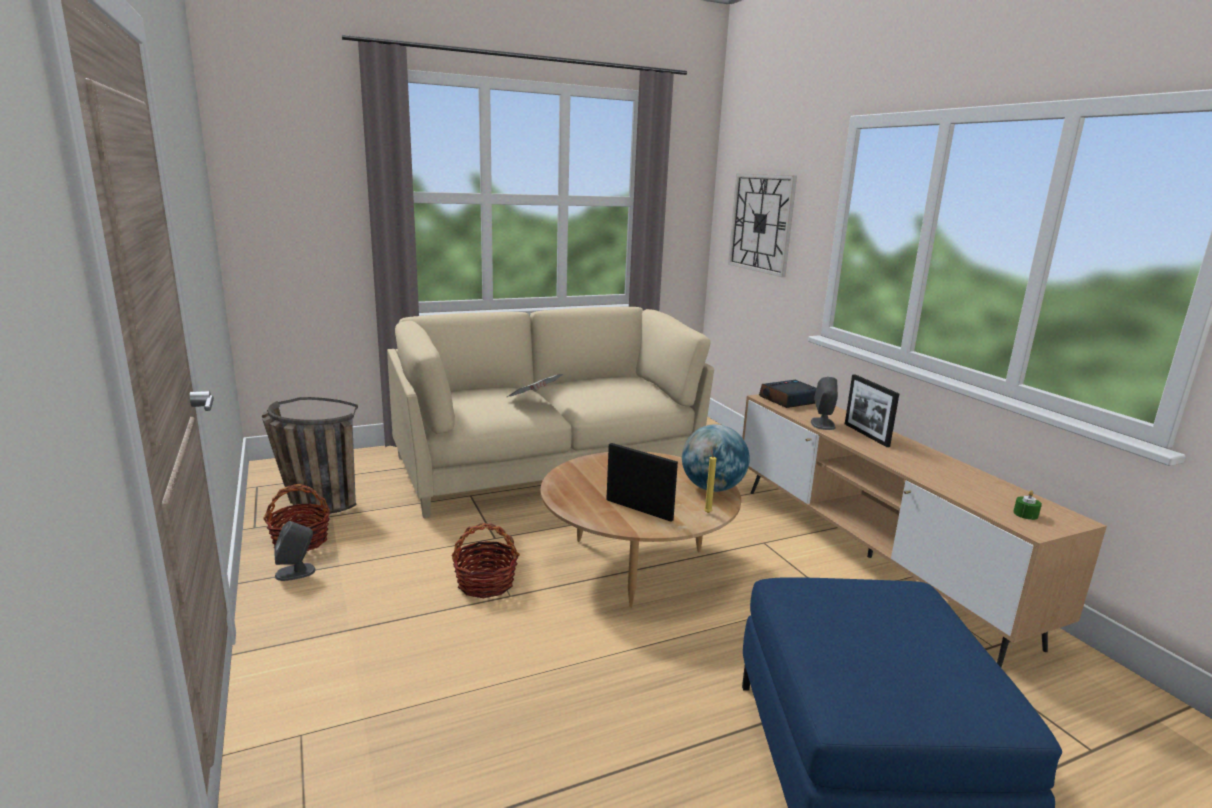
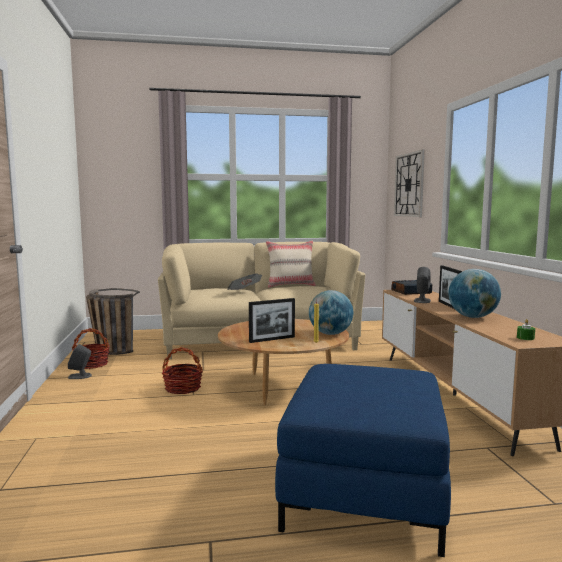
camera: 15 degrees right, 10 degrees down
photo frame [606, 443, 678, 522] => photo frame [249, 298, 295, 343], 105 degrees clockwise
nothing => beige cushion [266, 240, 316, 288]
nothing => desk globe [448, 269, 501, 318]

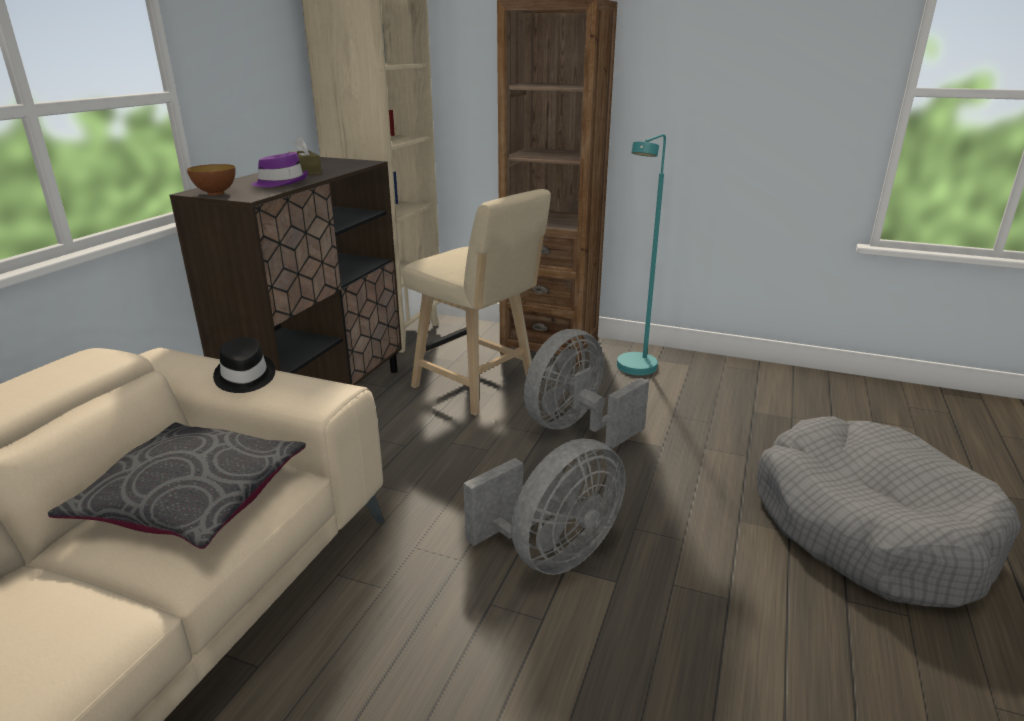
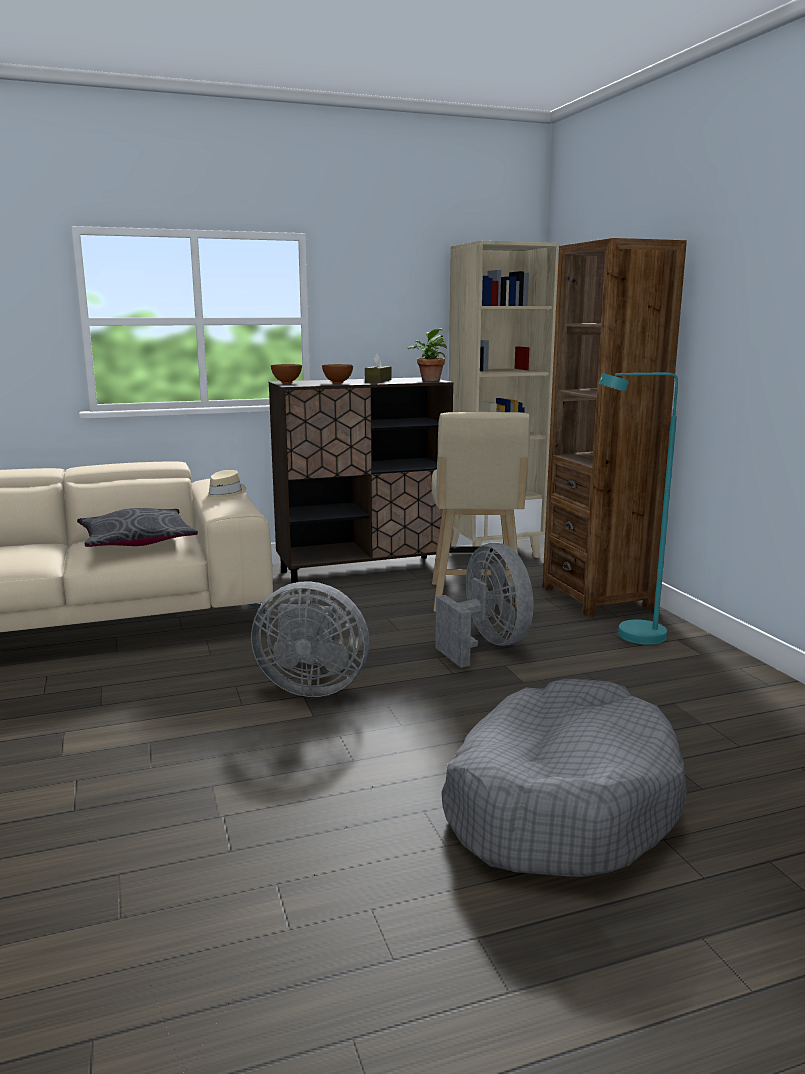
camera: 50 degrees right, 10 degrees down
blackish wearable hat [213, 337, 275, 393] => beige wearable hat [203, 470, 246, 500]
purplish wearable hat [251, 152, 308, 187] => serving bowl [322, 364, 353, 384]
greyish fan [524, 329, 649, 448] => greyish fan [435, 543, 533, 668], 60 degrees clockwise
nothing => houseplant [408, 328, 447, 381]

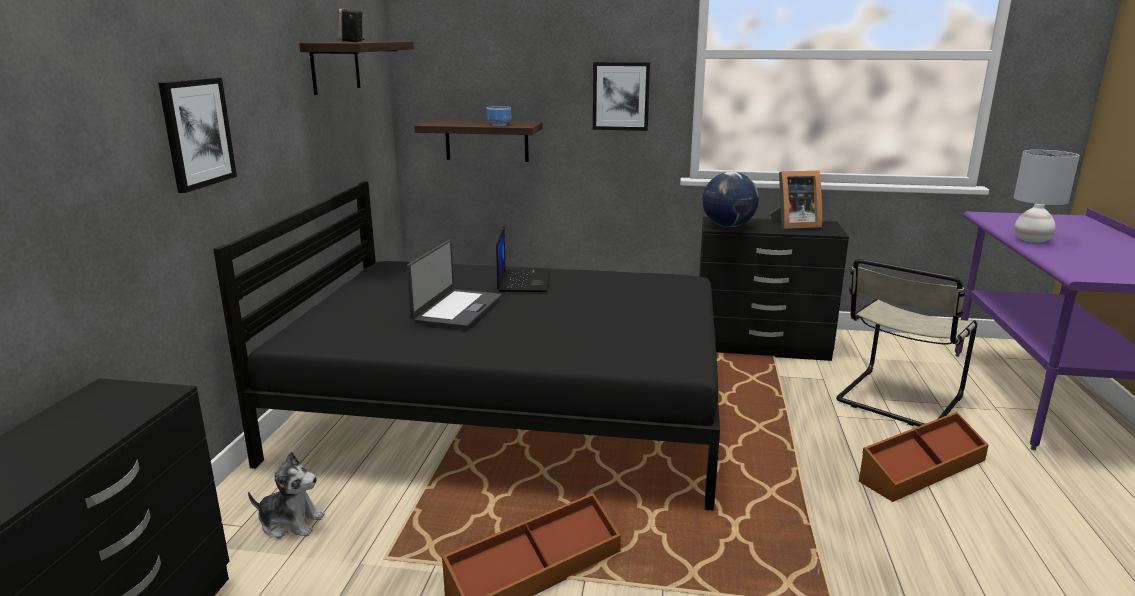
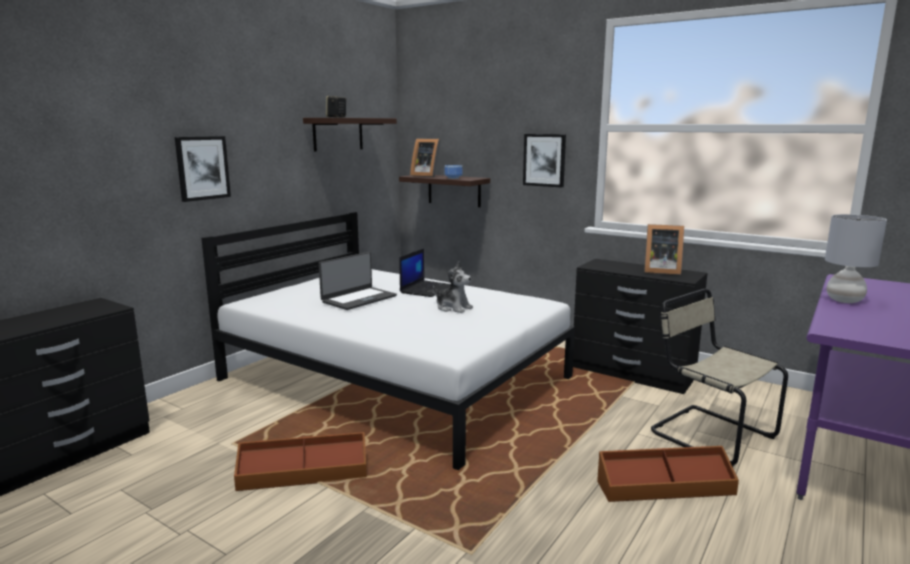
camera: 25 degrees right, 5 degrees down
blackish bedroom bed [213, 181, 720, 510] => whitish bedroom bed [201, 212, 575, 470]
soft toy [248, 452, 325, 539] => soft toy [433, 262, 473, 313], move
desk globe [703, 172, 759, 227] => nothing
beige upright chair [836, 259, 977, 426] => beige upright chair [651, 289, 788, 467], 75 degrees clockwise
nothing => photo frame [410, 139, 441, 177]

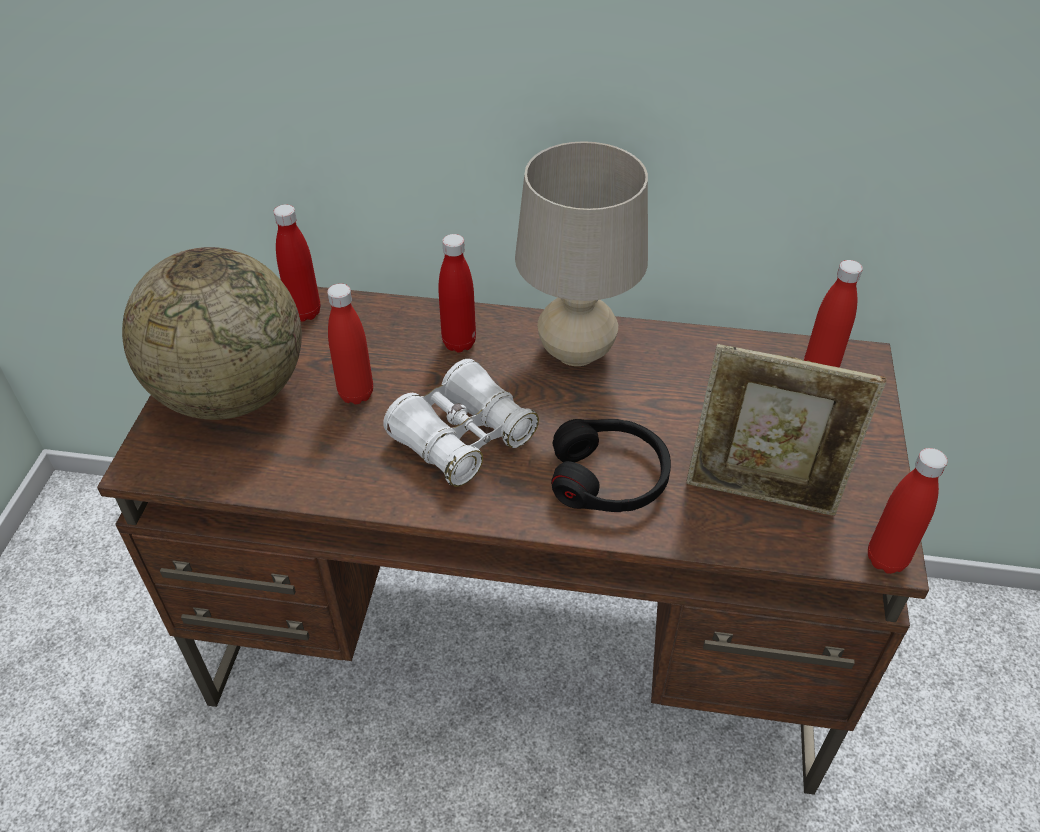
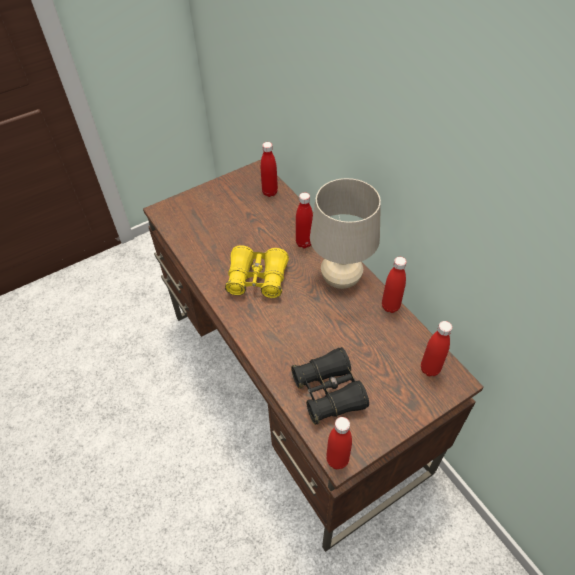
camera: 50 degrees right, 5 degrees up
desk globe [122, 247, 302, 420] => nothing
red beverage bottle [327, 284, 373, 404] => red beverage bottle [382, 257, 407, 313], move
whitish field glasses [383, 359, 539, 487] => yellow field glasses [225, 245, 289, 298]
blackish headset [551, 419, 671, 512] => nothing
photo frame [686, 344, 886, 516] => blackish field glasses [291, 347, 369, 424]

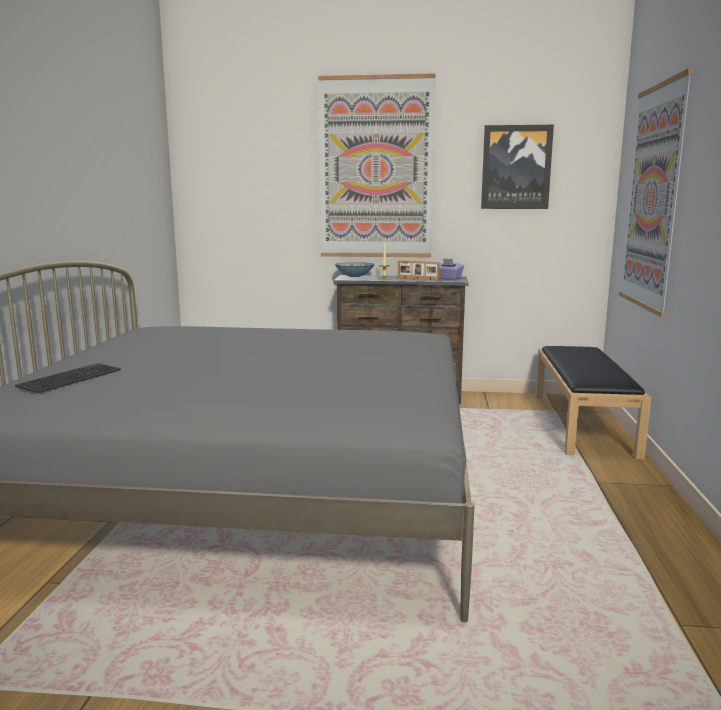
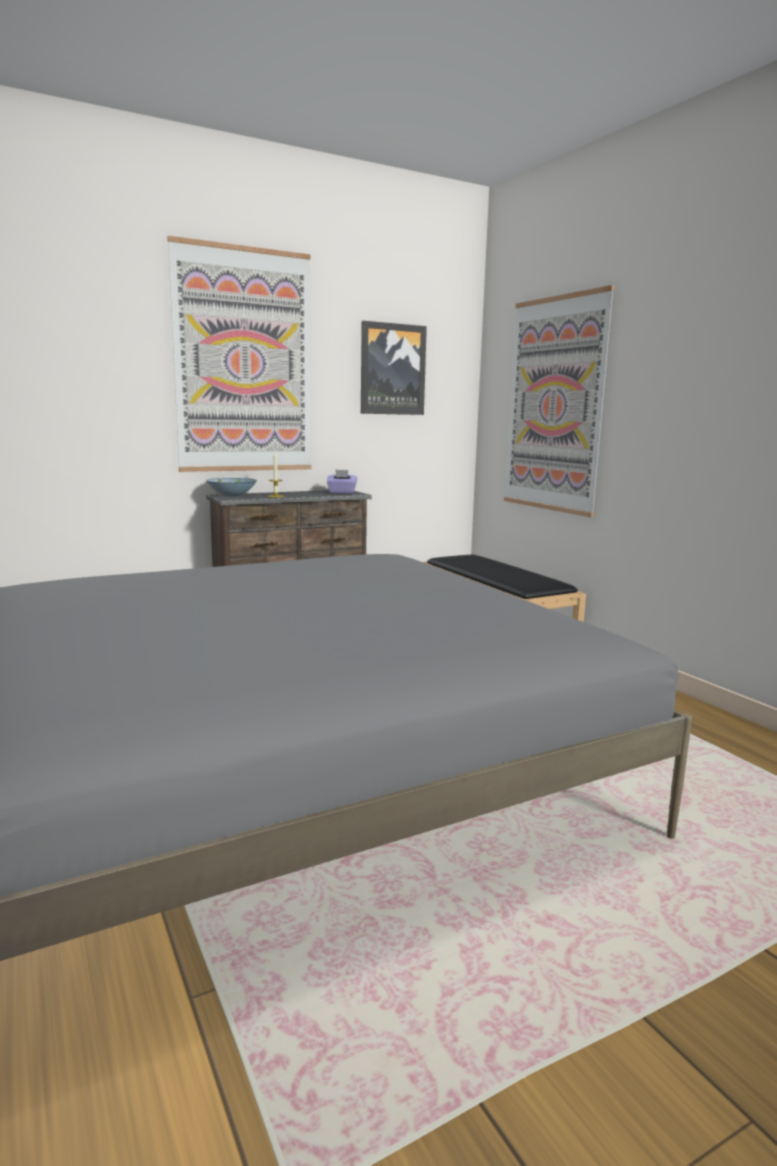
camera: 35 degrees left, 0 degrees up
PC keyboard [15, 363, 121, 393] => nothing
photo frame [398, 260, 440, 280] => nothing

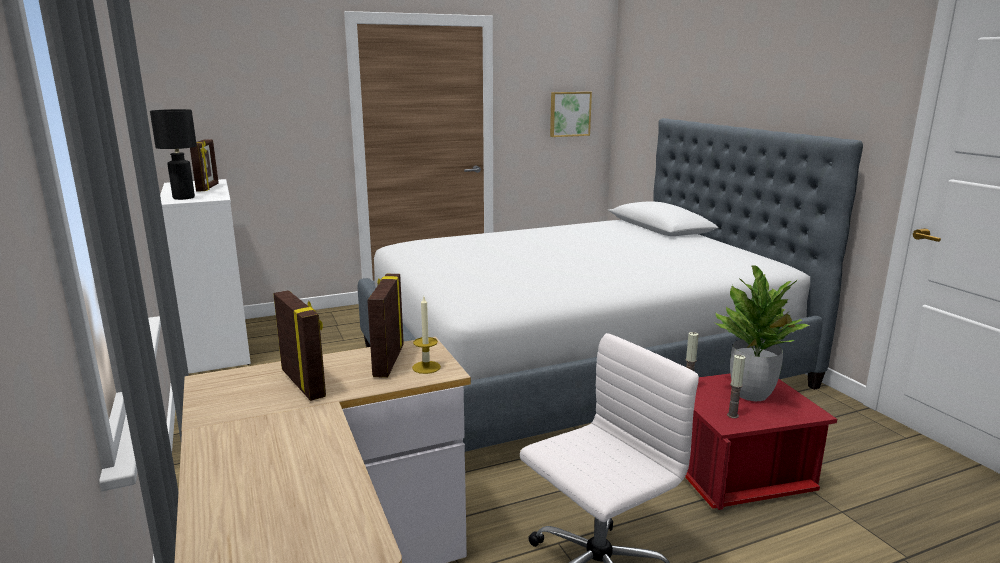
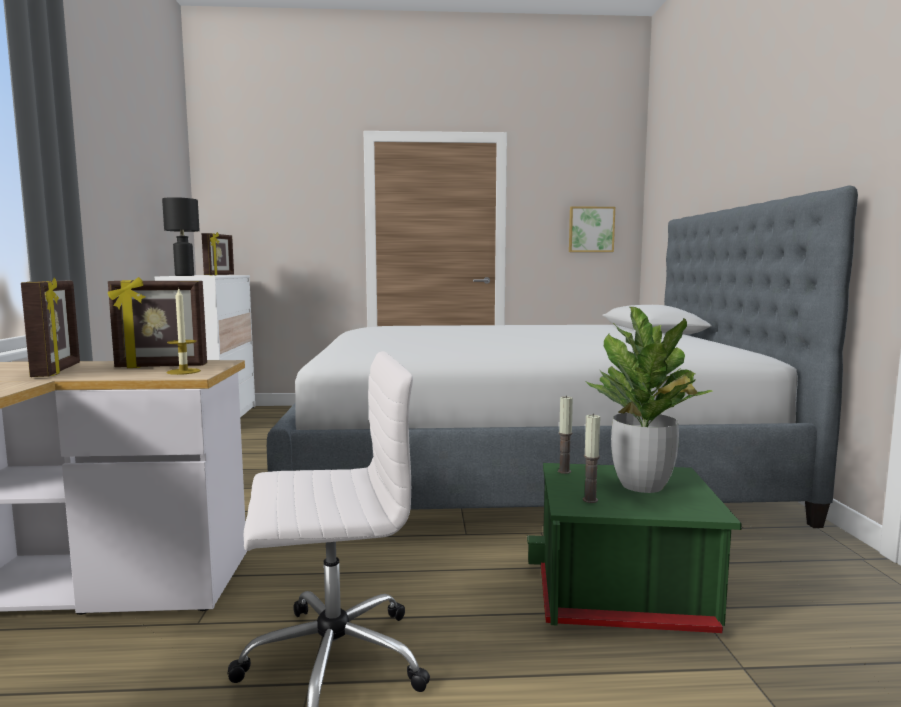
camera: 20 degrees right, 10 degrees down
photo frame [368, 274, 404, 378] => photo frame [108, 277, 207, 368], 120 degrees counterclockwise
red storage box [685, 374, 837, 510] => green-coloured storage box [527, 463, 742, 633]

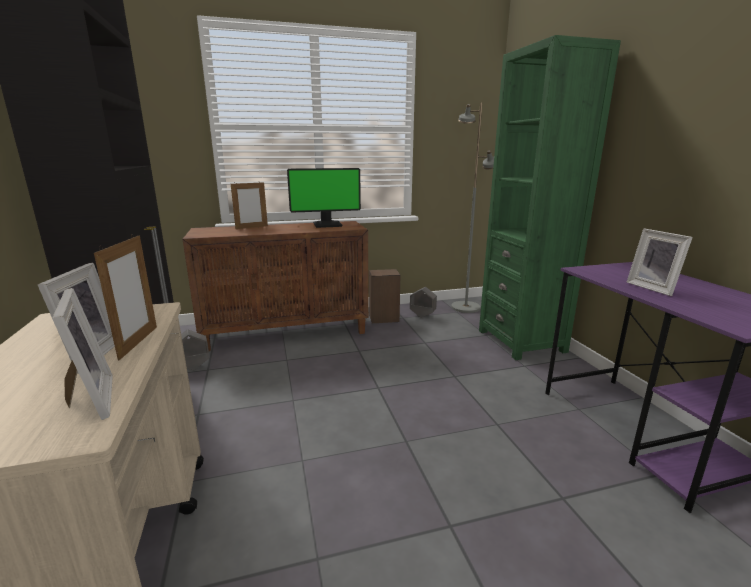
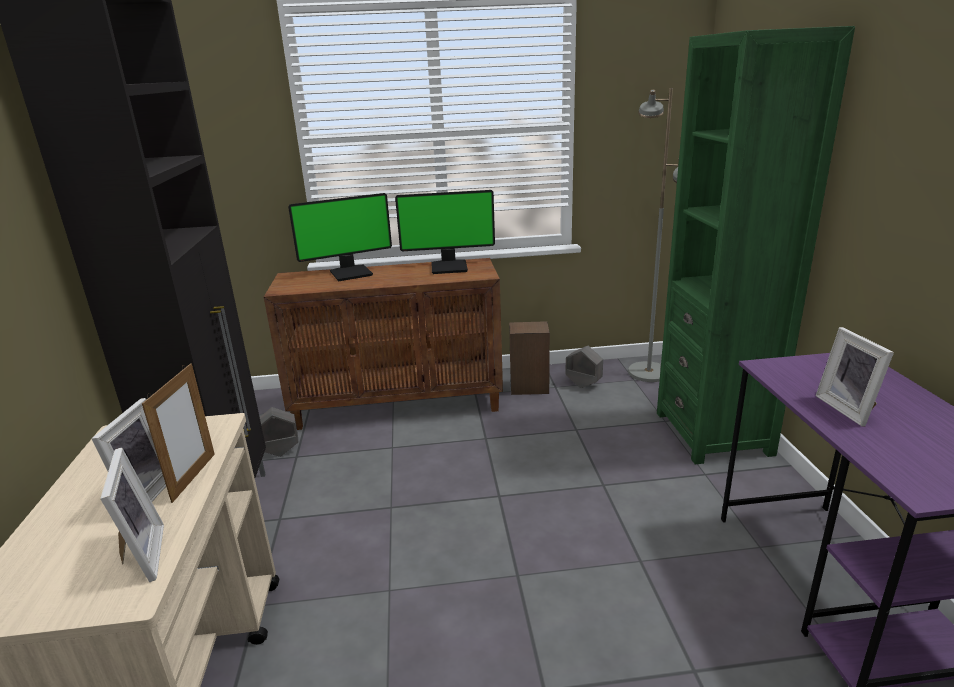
camera: 10 degrees right, 5 degrees up
photo frame [231, 182, 268, 229] => monitor [288, 193, 392, 281]

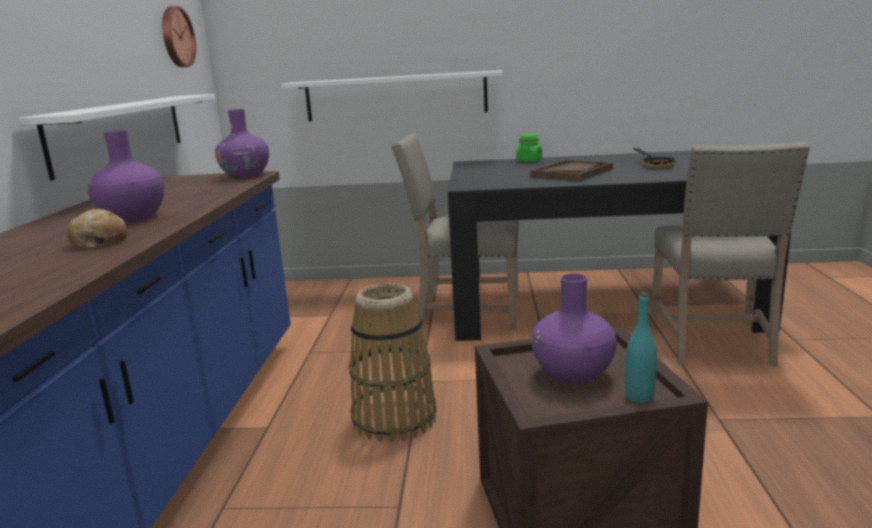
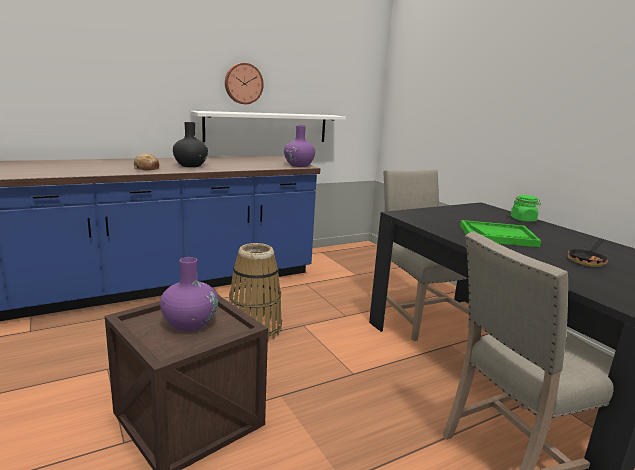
camera: 55 degrees right, 0 degrees up
purplish decorative vase [88, 129, 165, 223] => blackish decorative vase [173, 122, 208, 167]
hanging clock [162, 6, 196, 67] => hanging clock [225, 63, 264, 104], move
whitish wall shelf [281, 70, 503, 121] => nothing
brownish tray [531, 160, 613, 181] => green-coloured tray [460, 220, 541, 247]
blue-green beverage bottle [625, 292, 657, 403] => nothing

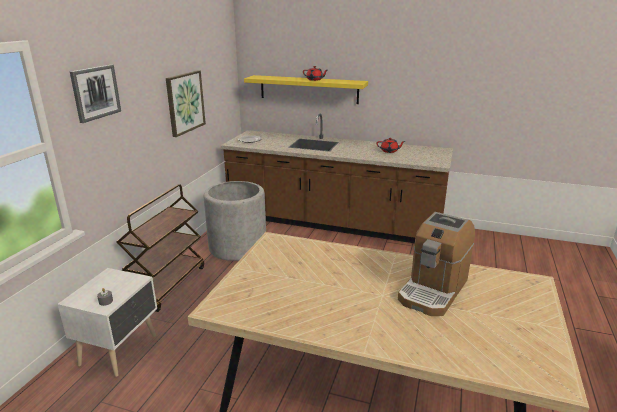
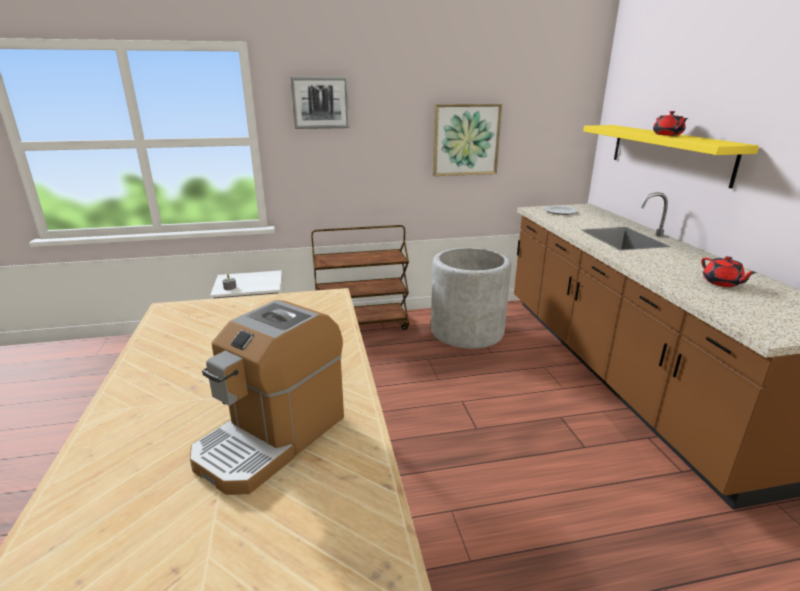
camera: 60 degrees right, 0 degrees up
coffee machine [398, 212, 475, 316] => coffee machine [190, 300, 344, 495], 60 degrees counterclockwise

